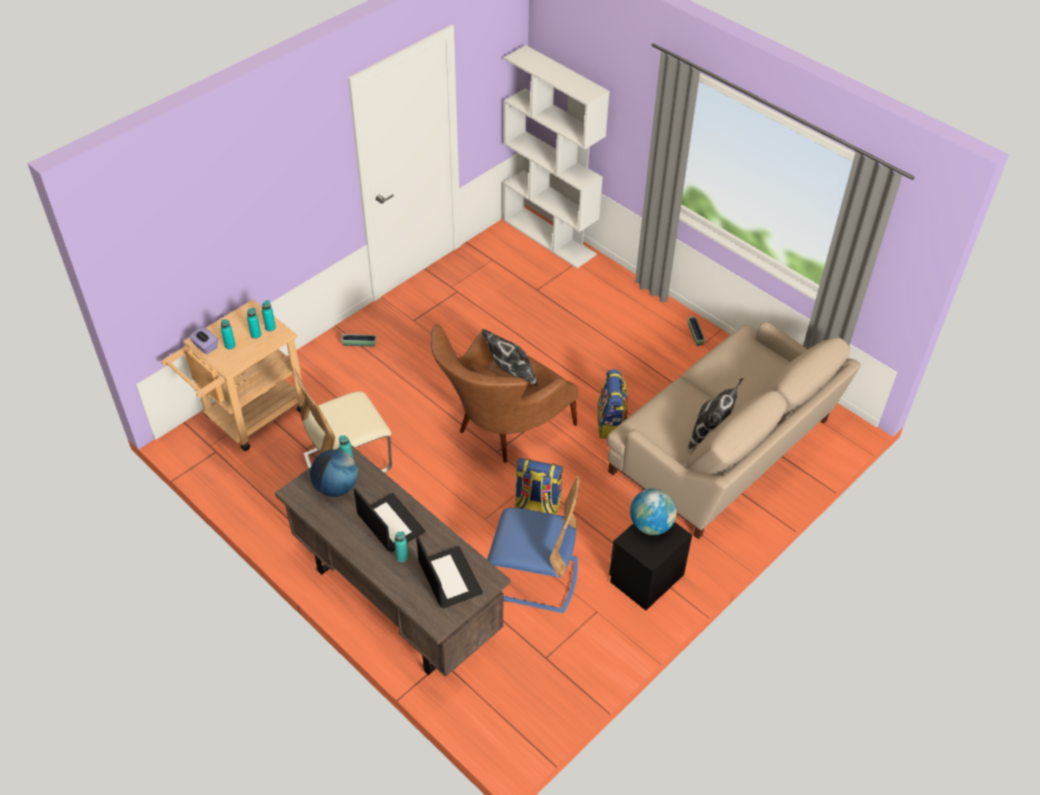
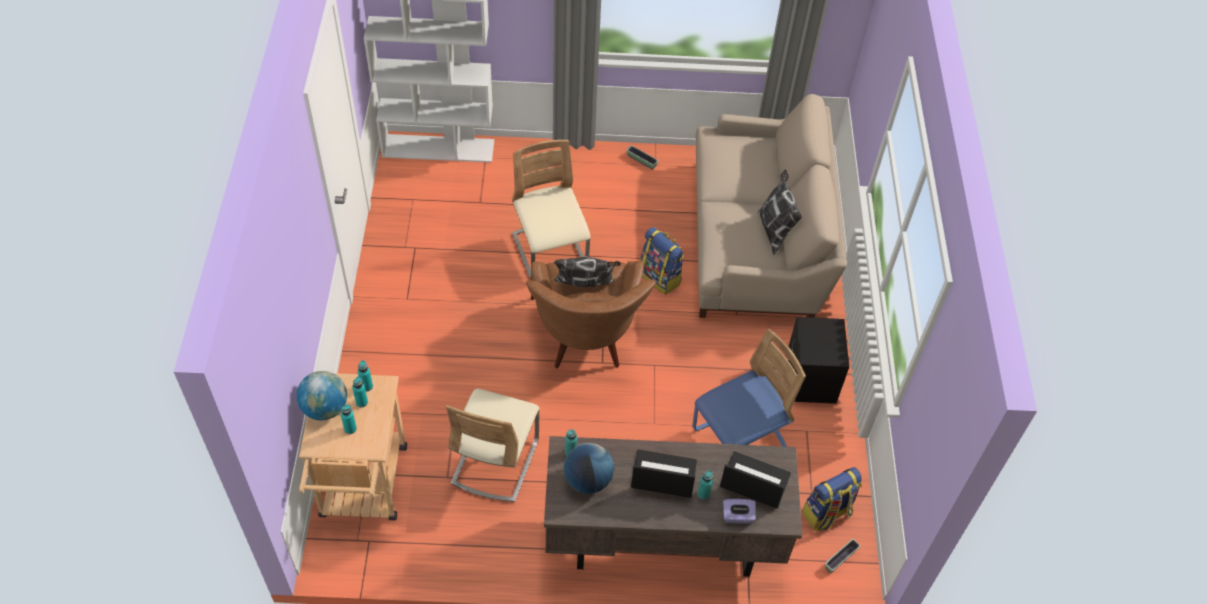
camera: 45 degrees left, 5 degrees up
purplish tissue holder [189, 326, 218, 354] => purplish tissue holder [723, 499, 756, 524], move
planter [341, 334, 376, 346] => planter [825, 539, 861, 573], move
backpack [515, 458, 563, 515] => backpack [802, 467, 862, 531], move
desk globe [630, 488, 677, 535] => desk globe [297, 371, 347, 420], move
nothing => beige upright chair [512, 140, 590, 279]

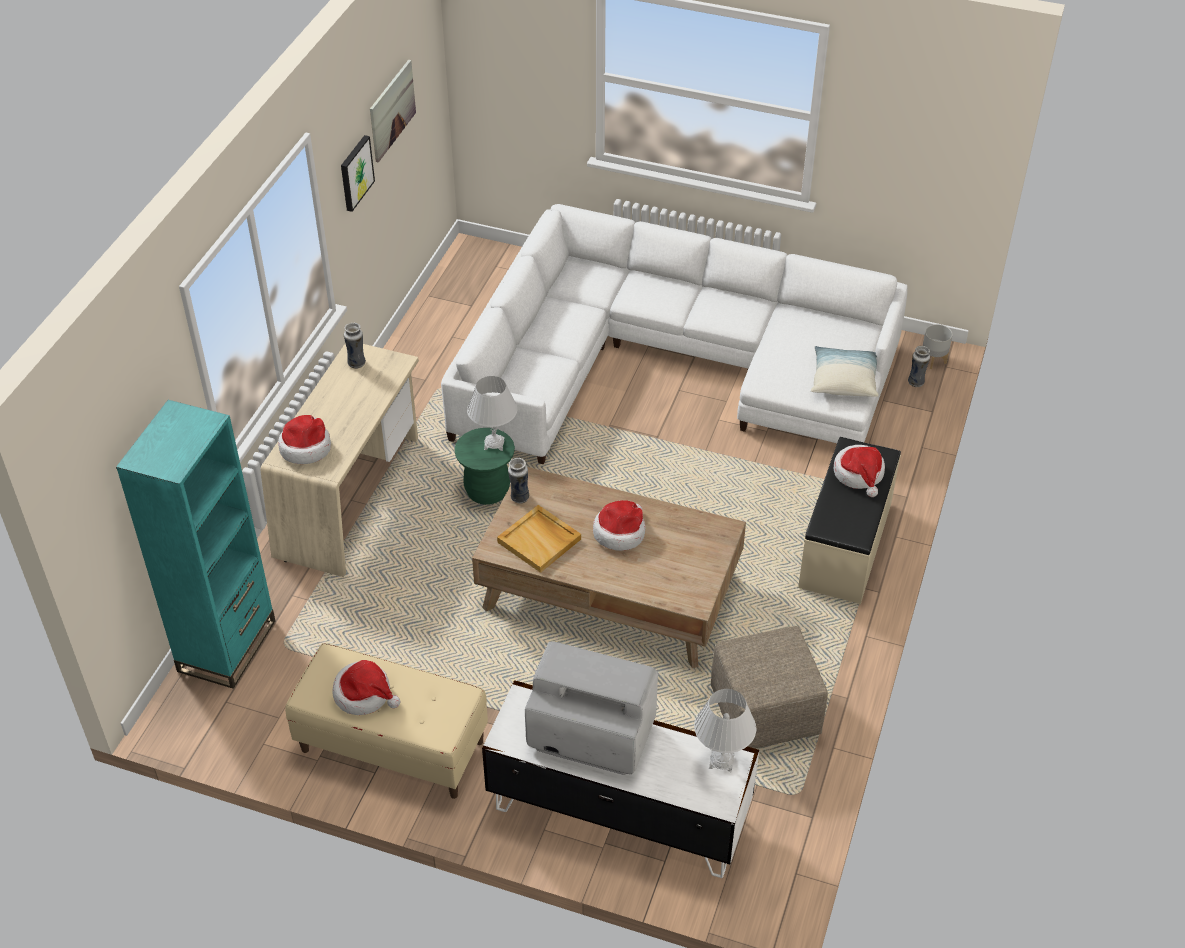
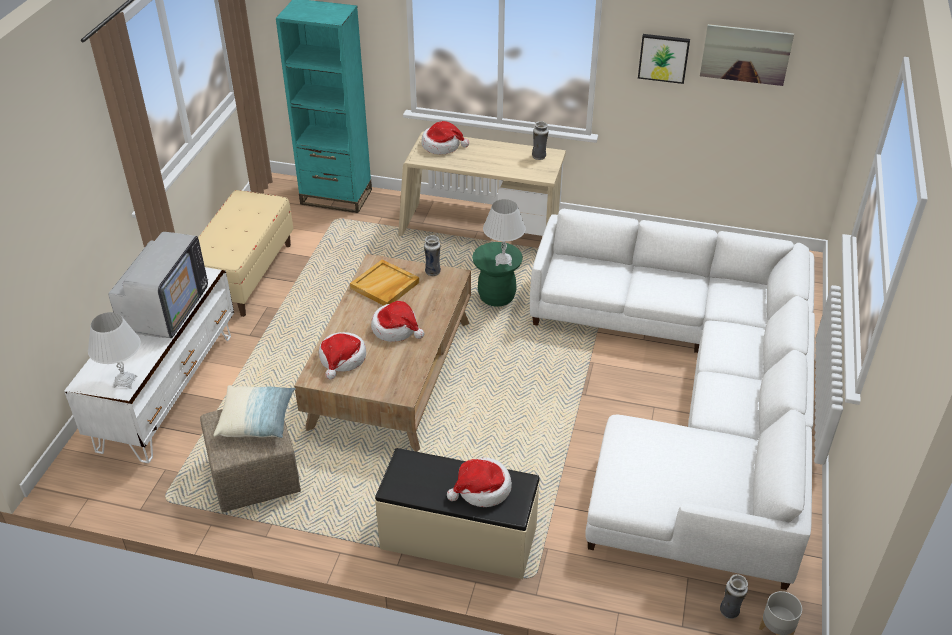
camera: 85 degrees right, 5 degrees down
wearable hat [332, 660, 400, 715] => wearable hat [319, 332, 366, 380], move
cushion [811, 346, 879, 397] => cushion [214, 385, 296, 438], move

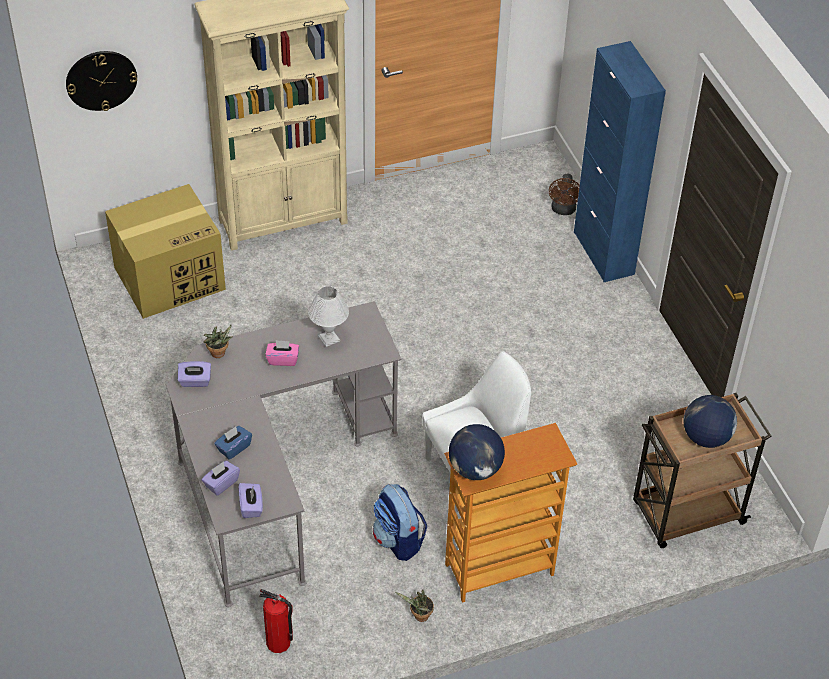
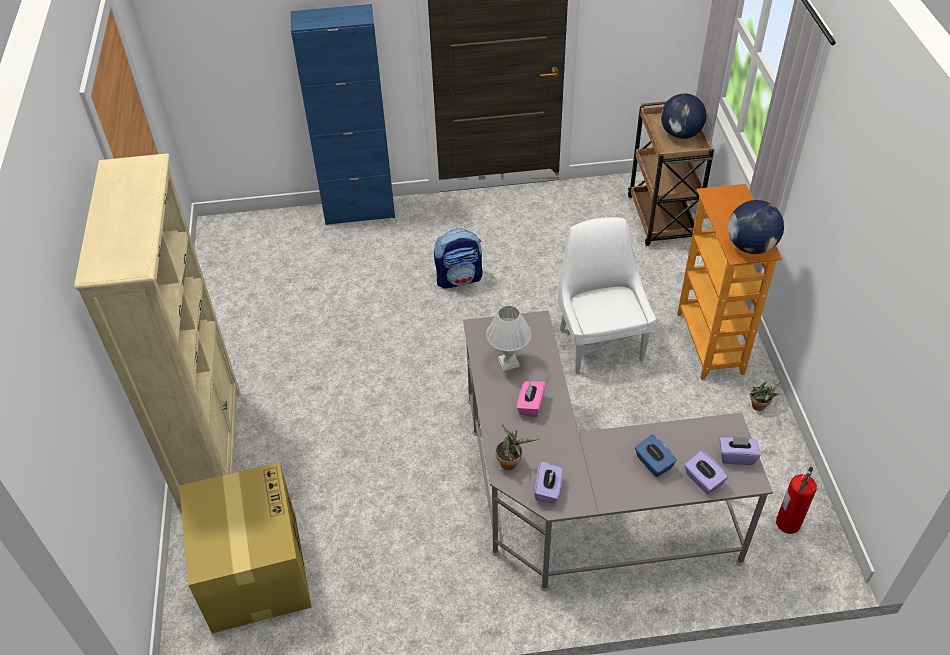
camera: 75 degrees left, 0 degrees up
hanging clock [66, 51, 137, 111] => nothing
backpack [373, 484, 427, 561] => backpack [434, 228, 483, 289], move
brownish fan [549, 174, 580, 215] => nothing

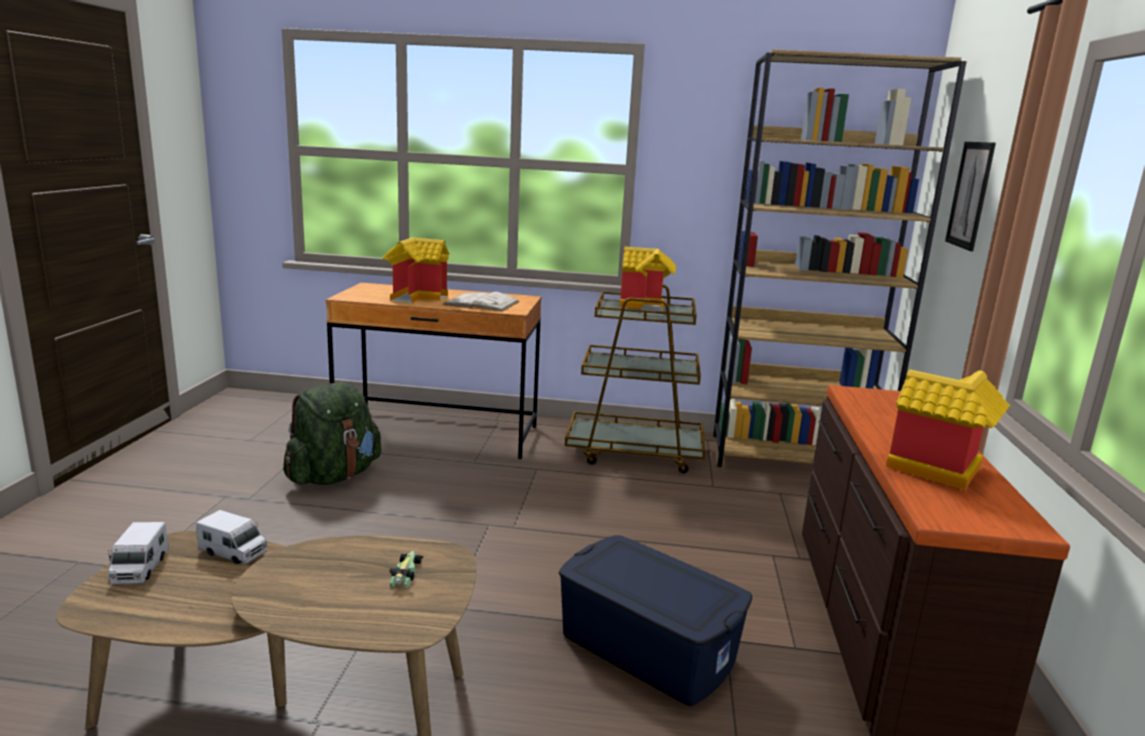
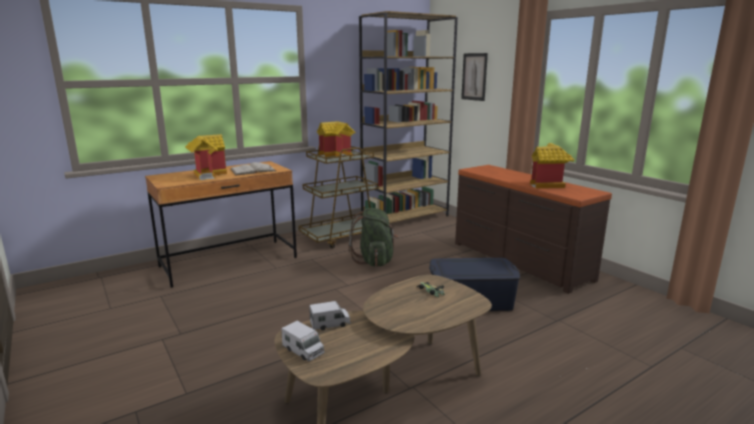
camera: 40 degrees left, 0 degrees up
green-coloured backpack [283, 382, 381, 485] => green-coloured backpack [348, 208, 399, 267], move

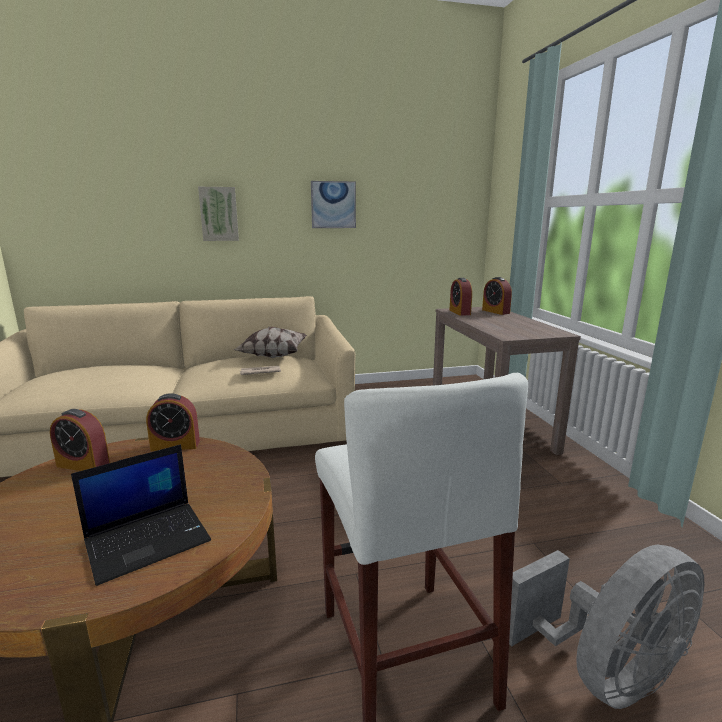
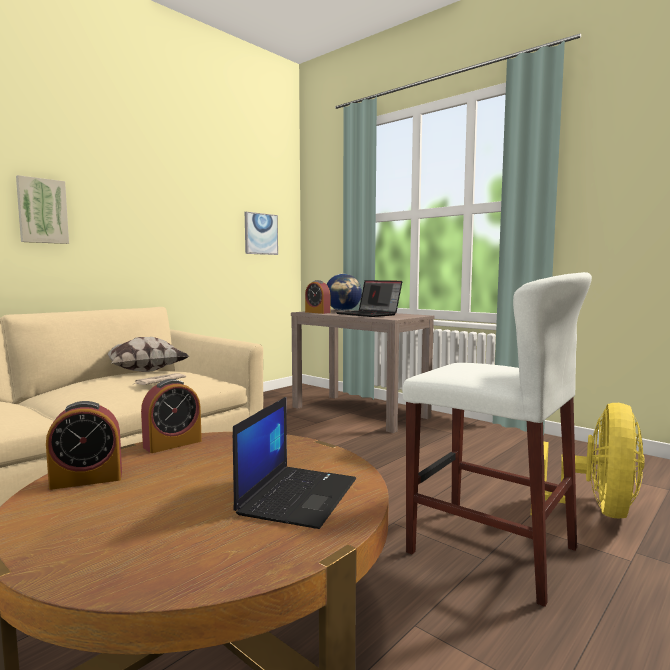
camera: 35 degrees left, 10 degrees down
wall picture [311, 181, 356, 228] => wall picture [245, 212, 278, 255], move
table clock [482, 277, 512, 315] => desk globe [326, 274, 362, 311]
greyish fan [509, 544, 705, 709] => yellow fan [531, 403, 645, 518]
nothing => notebook computer [336, 280, 402, 317]

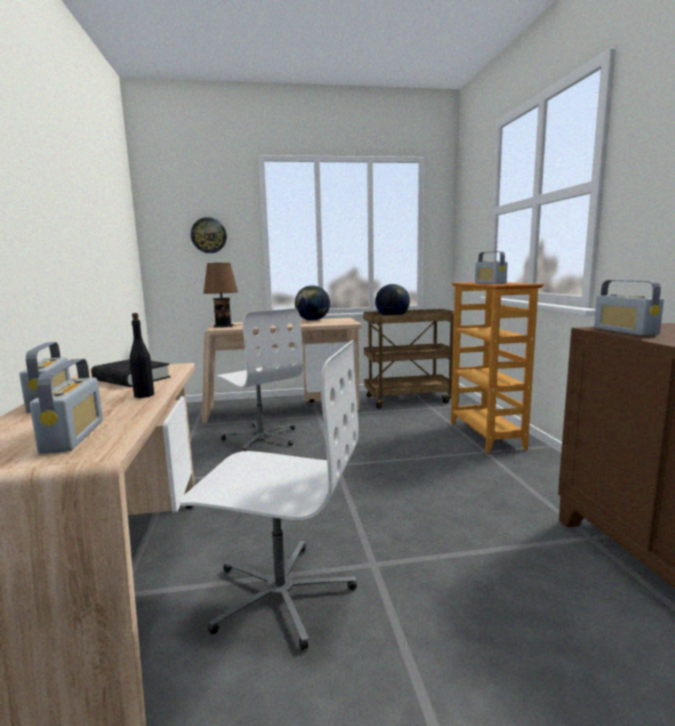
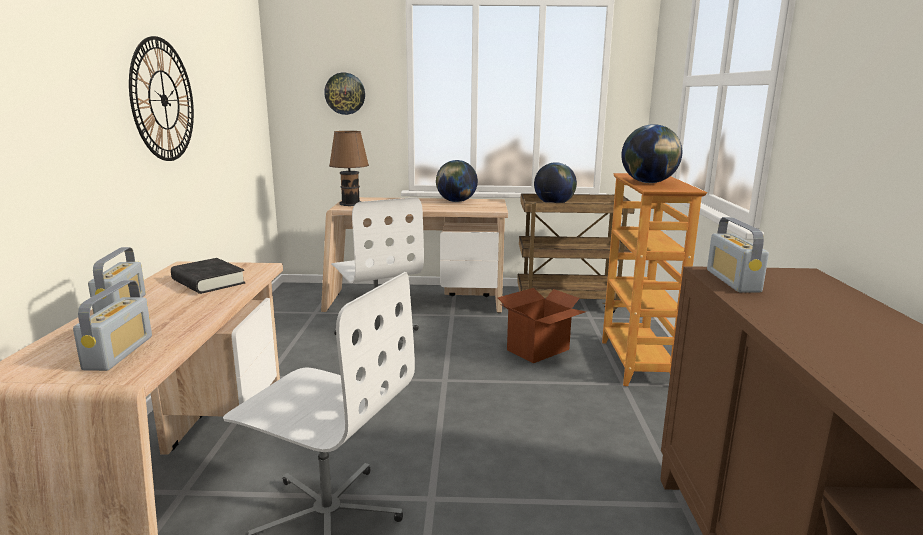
camera: 10 degrees right, 5 degrees up
blackish beverage bottle [130, 313, 154, 398] => nothing
radio receiver [475, 251, 508, 284] => desk globe [621, 124, 682, 183]
nothing => hanging clock [129, 36, 194, 161]
nothing => carton [498, 288, 586, 363]

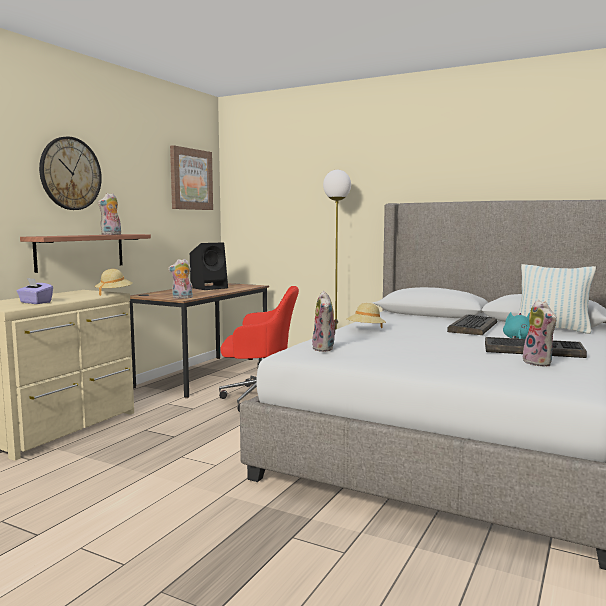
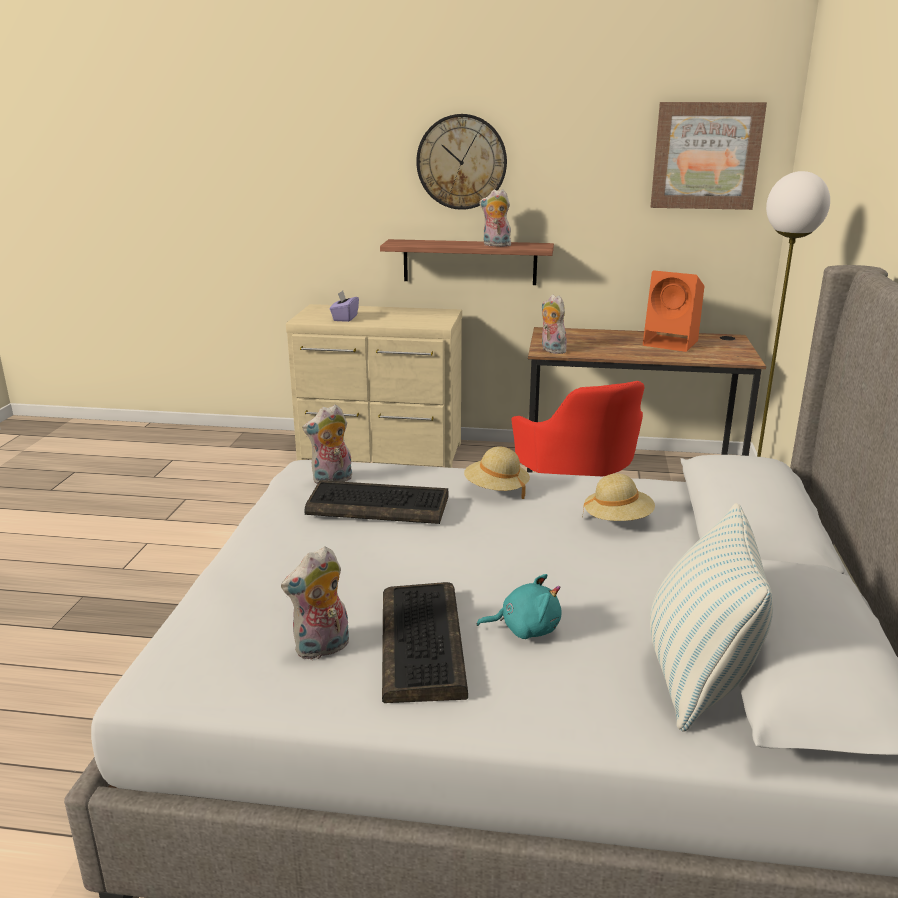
camera: 70 degrees right, 15 degrees up
beige wearable hat [95, 269, 133, 296] => beige wearable hat [582, 474, 655, 521], move
blackish audio speaker [190, 243, 228, 290] => orange audio speaker [643, 270, 704, 352]
PC keyboard [447, 314, 497, 335] => PC keyboard [304, 480, 448, 524], move

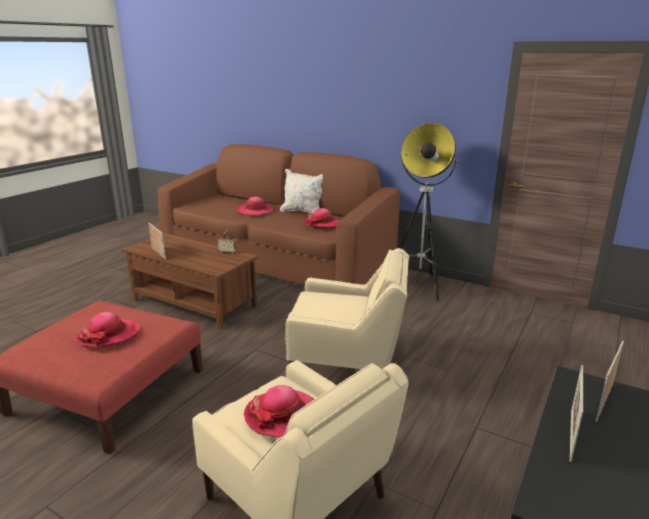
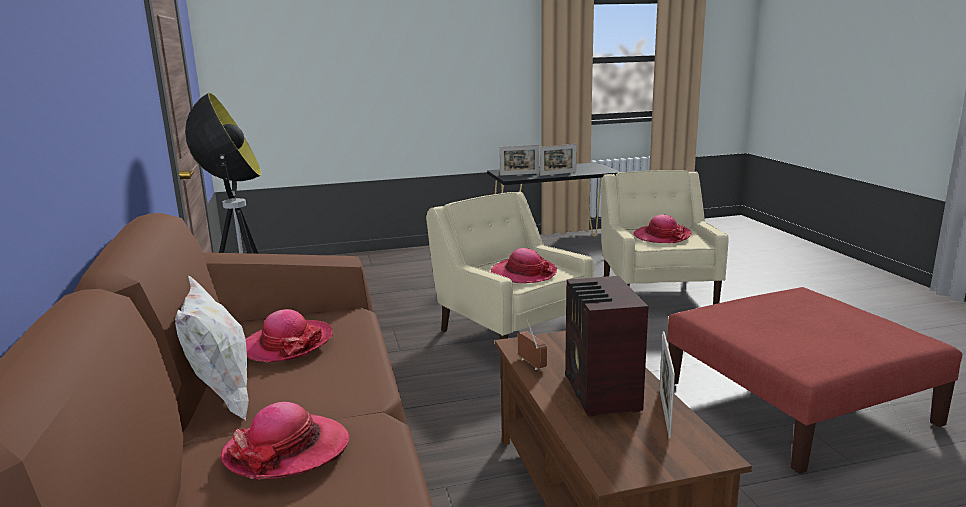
camera: 135 degrees left, 5 degrees down
wearable hat [76, 312, 140, 347] => wearable hat [491, 248, 557, 283], move
nothing => radio receiver [565, 276, 648, 416]

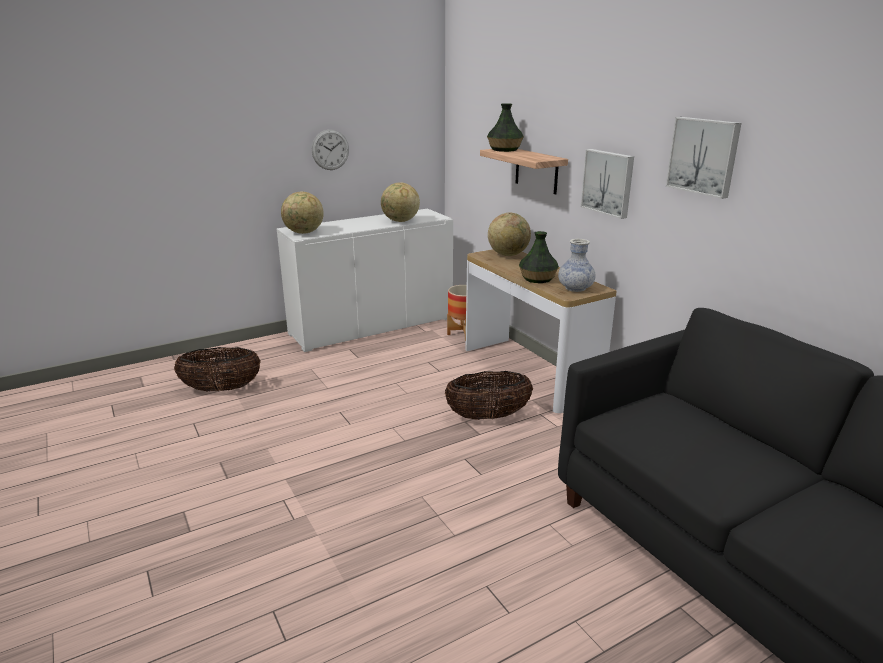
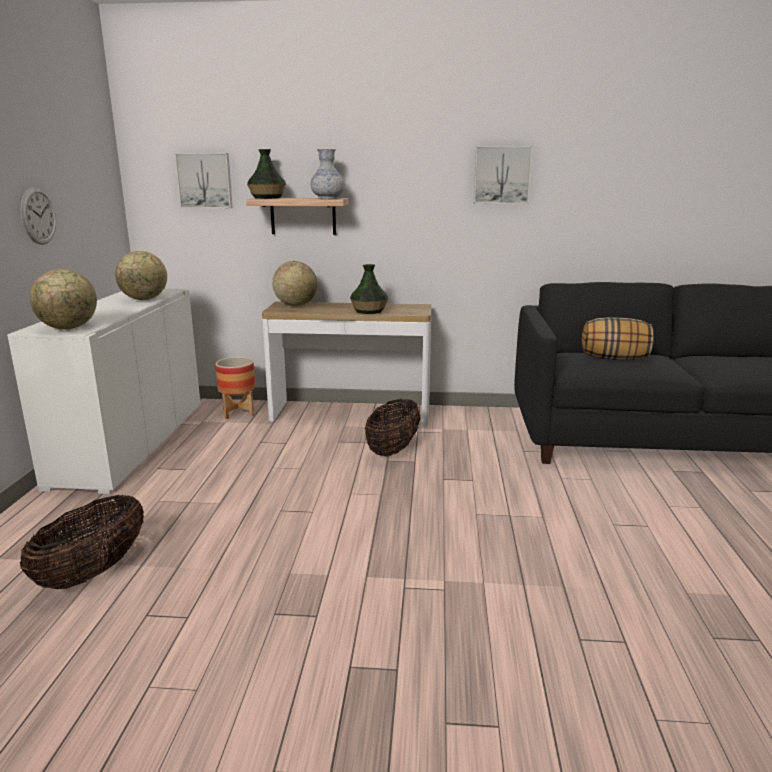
camera: 55 degrees left, 5 degrees down
decorative vase [558, 239, 595, 292] => decorative vase [310, 149, 345, 199], move
wall picture [581, 149, 634, 219] => wall picture [175, 153, 233, 208], move
nothing => cushion [582, 317, 654, 360]

